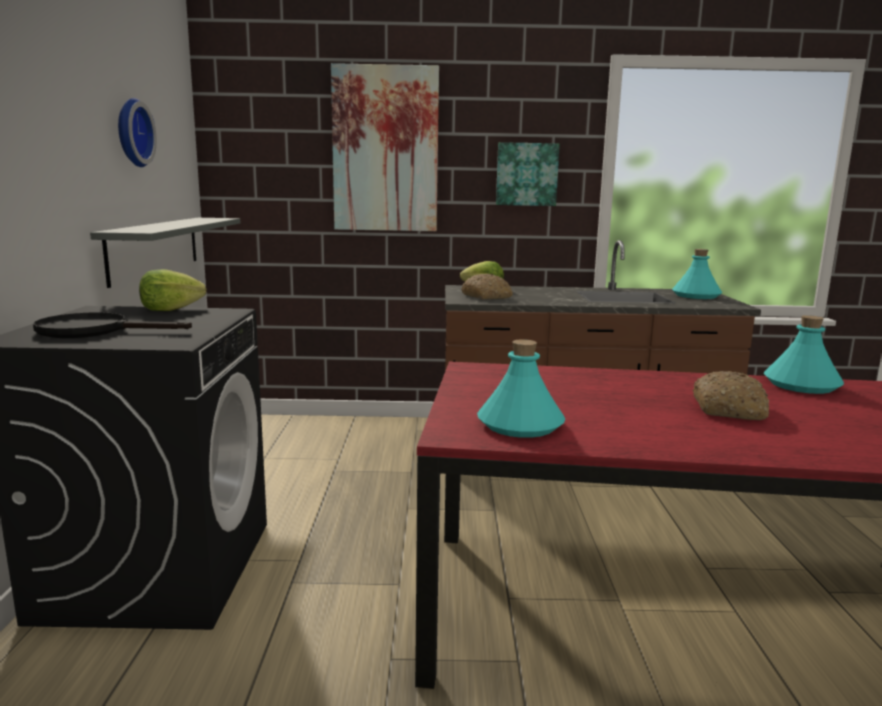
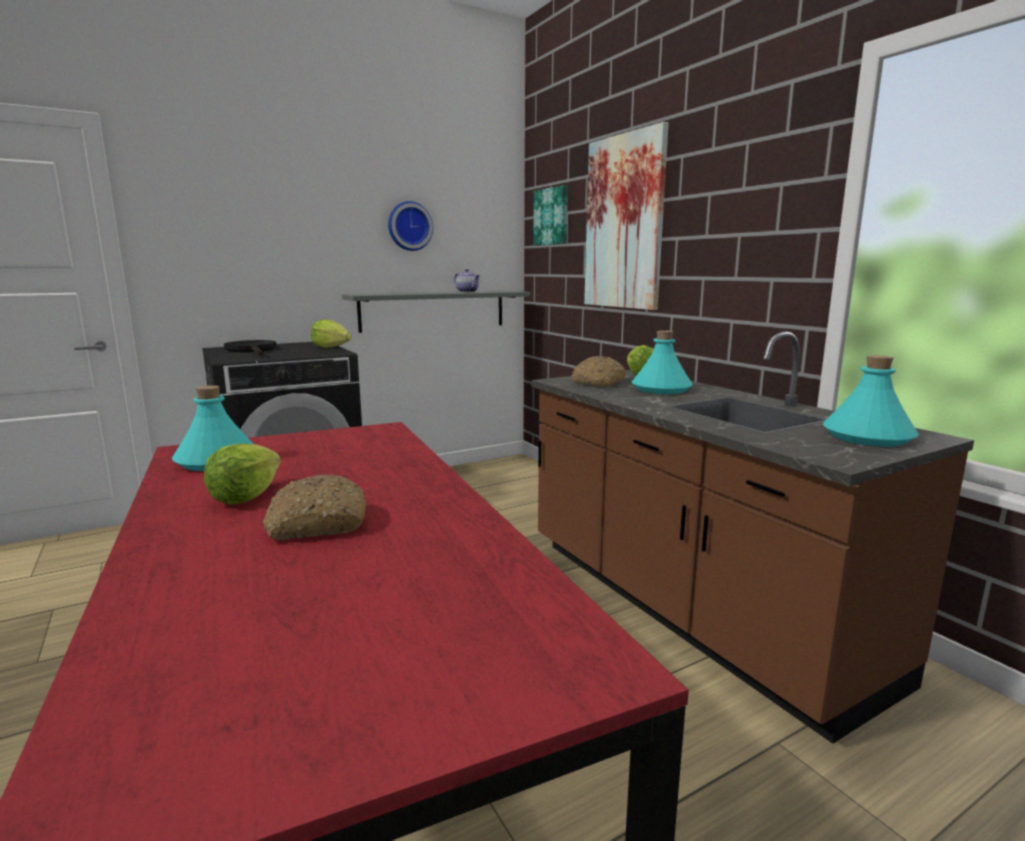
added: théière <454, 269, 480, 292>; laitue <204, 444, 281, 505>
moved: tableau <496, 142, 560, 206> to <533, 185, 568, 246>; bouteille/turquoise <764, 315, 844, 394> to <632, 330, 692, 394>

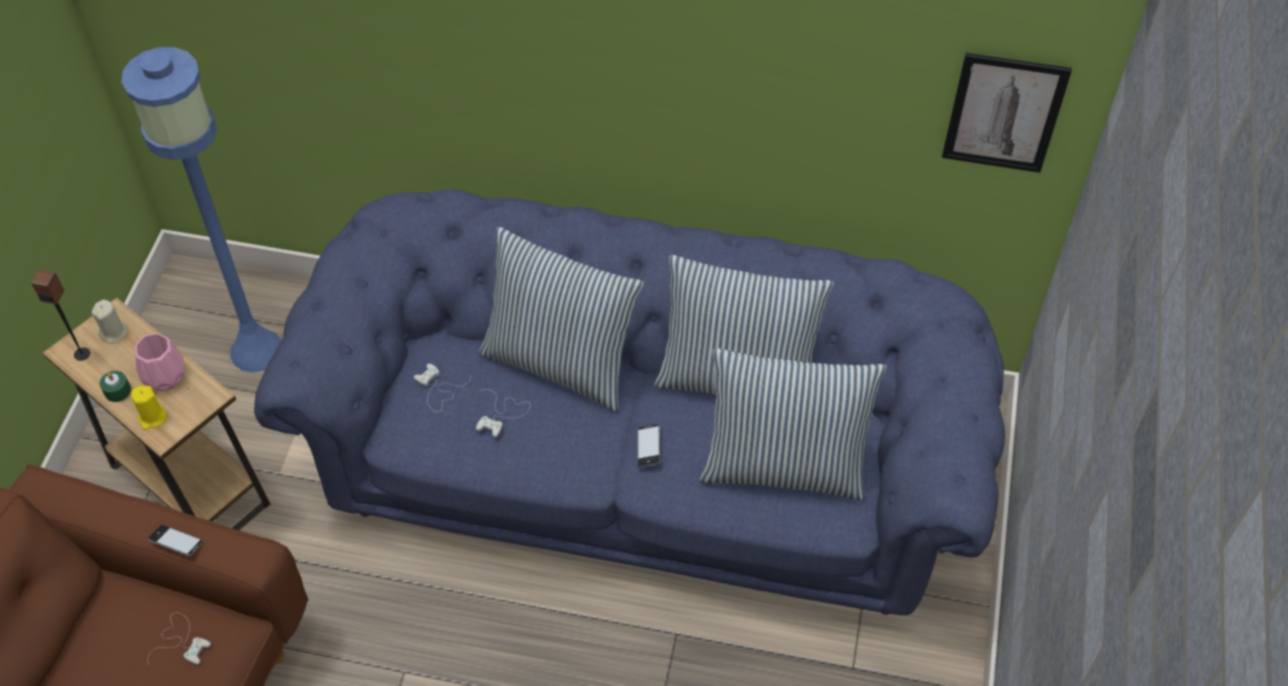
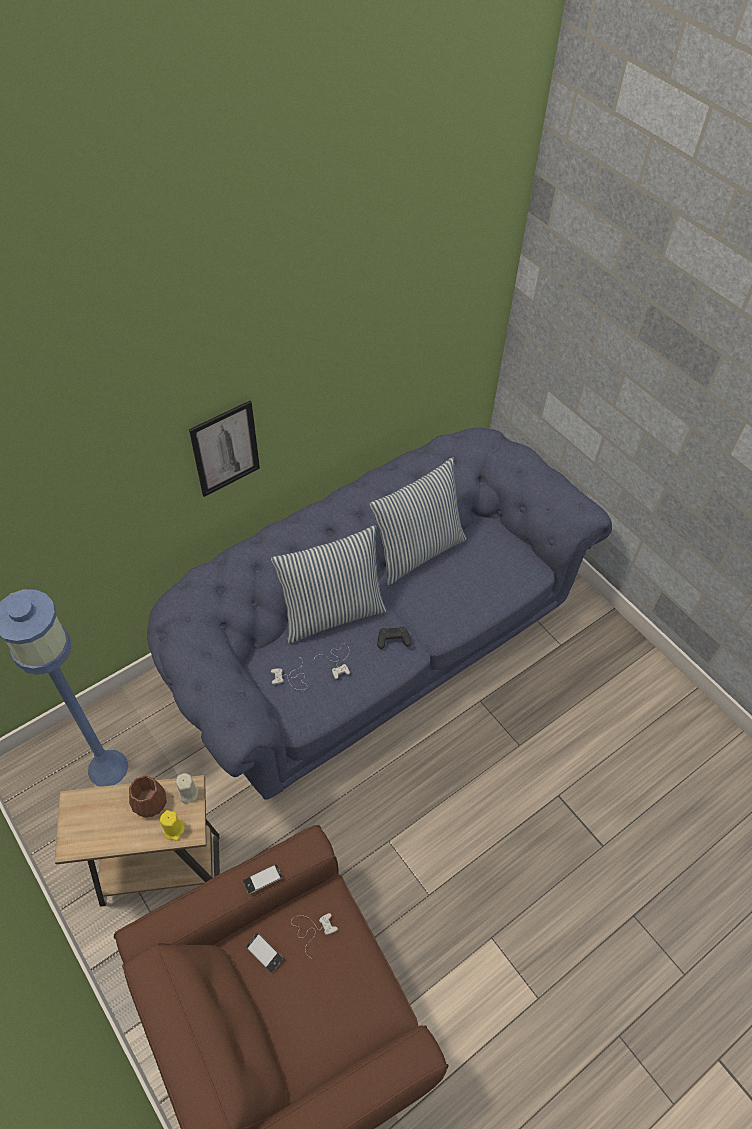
removed: enceinte <31, 269, 90, 361>; coussin <700, 348, 886, 500>; bougie/vert <100, 371, 131, 402>
added: manette/noir <377, 627, 411, 649>
moved: tableau <942, 53, 1072, 173> to <189, 401, 260, 497>; bougie/beige <92, 300, 127, 344> to <176, 773, 198, 803>; téléphone <638, 424, 660, 468> to <246, 933, 283, 973>
recoloured: vase/rose <135, 333, 185, 391> to vase/marron <129, 776, 167, 818>

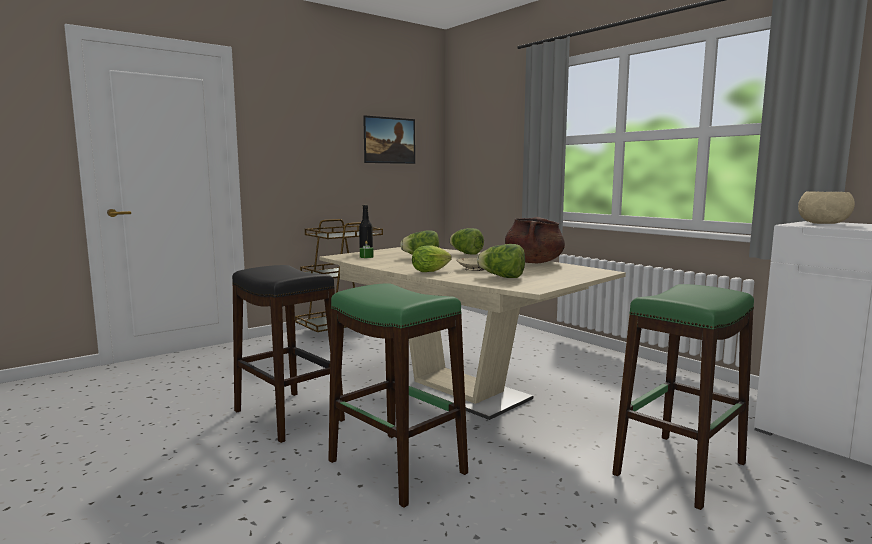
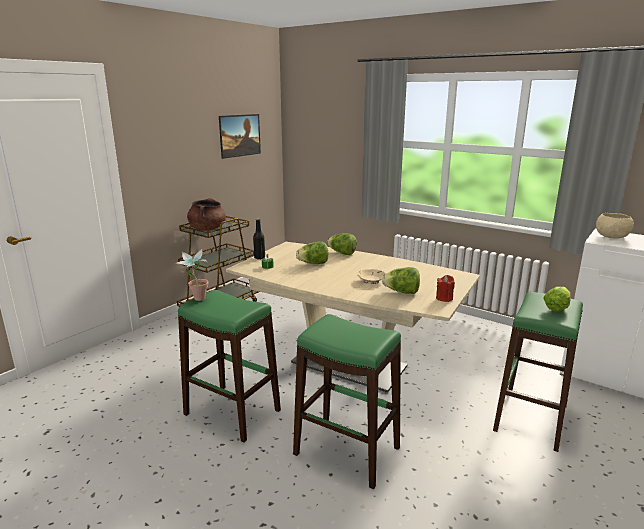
added: plante en pot <176, 249, 209, 301>; bougie/rouge <436, 275, 455, 302>
moved: marmite/marron <505, 217, 565, 263> to <187, 198, 226, 231>; laitue <412, 245, 452, 272> to <543, 287, 571, 312>
recoloured: tabouret/noir <232, 265, 345, 443> to tabouret/vert <178, 290, 281, 443>

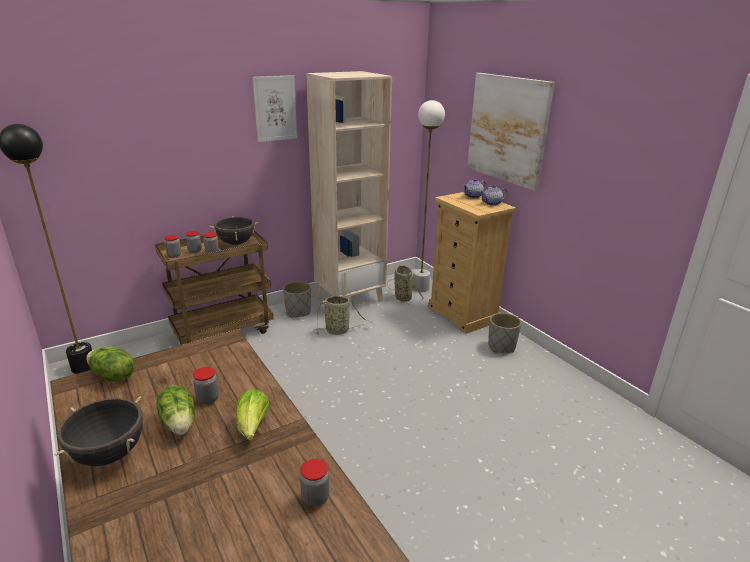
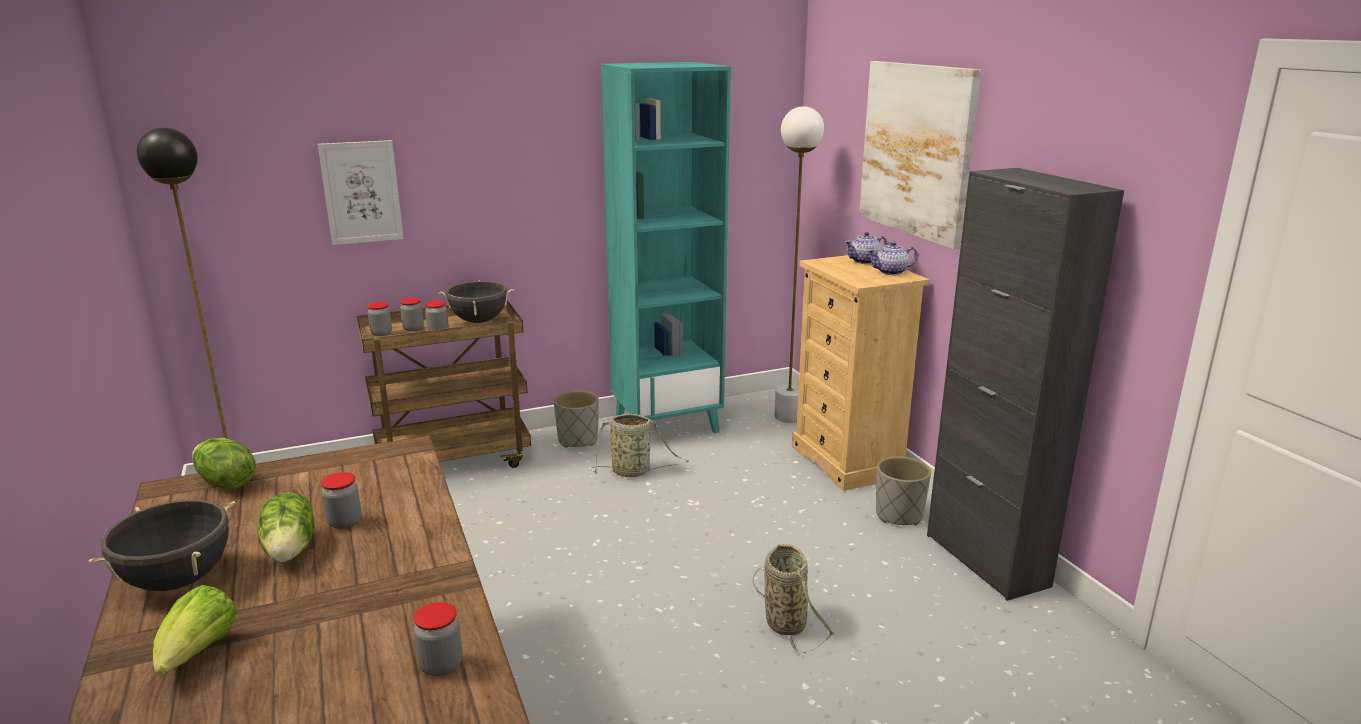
added: meuble de rangement/noir <927, 168, 1124, 601>
moved: tableau <252, 75, 297, 142> to <318, 140, 404, 245>; panier <387, 266, 424, 306> to <752, 544, 835, 653>; laitue <236, 389, 270, 440> to <153, 585, 238, 675>
recoloured: bibliothèque/beige <306, 71, 392, 302> to bibliothèque/turquoise <601, 62, 731, 433>

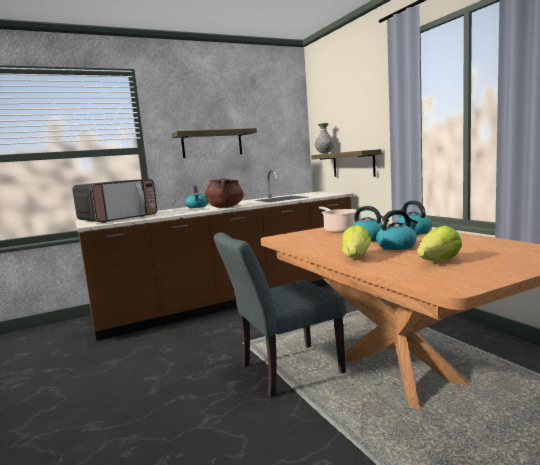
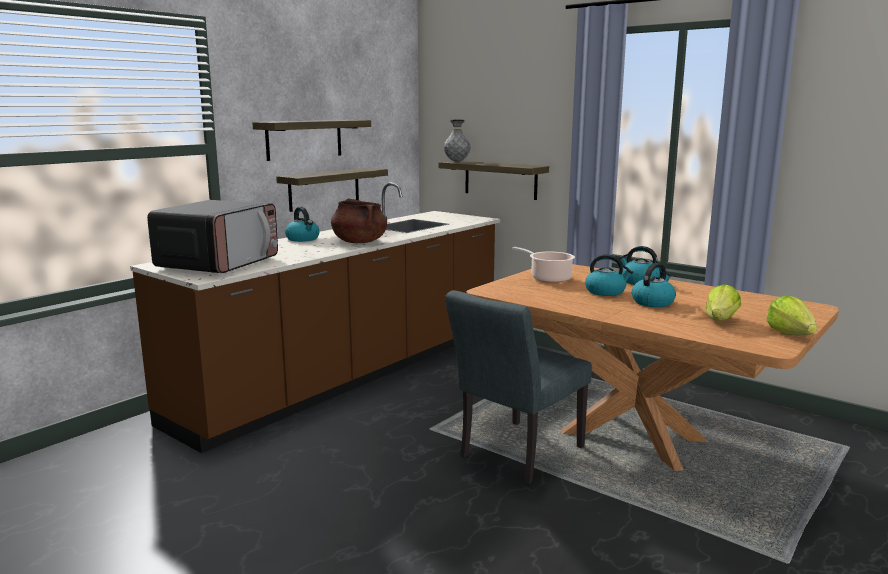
added: étagère <276, 168, 388, 212>
moved: laitue <342, 225, 371, 258> to <766, 296, 817, 336>

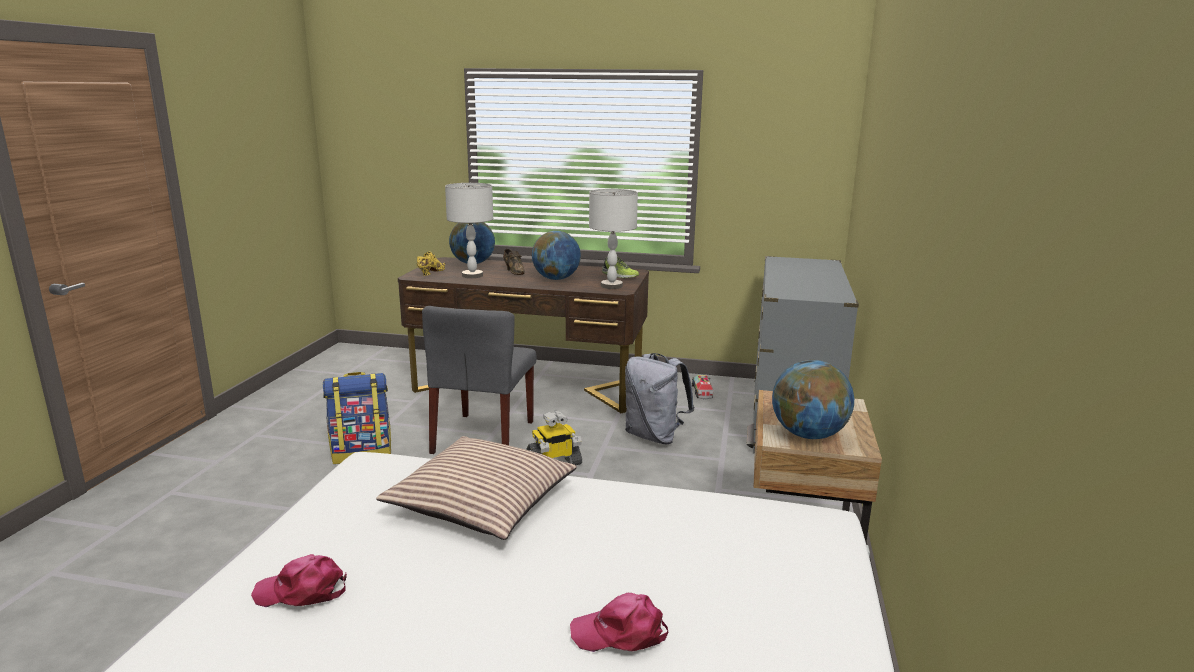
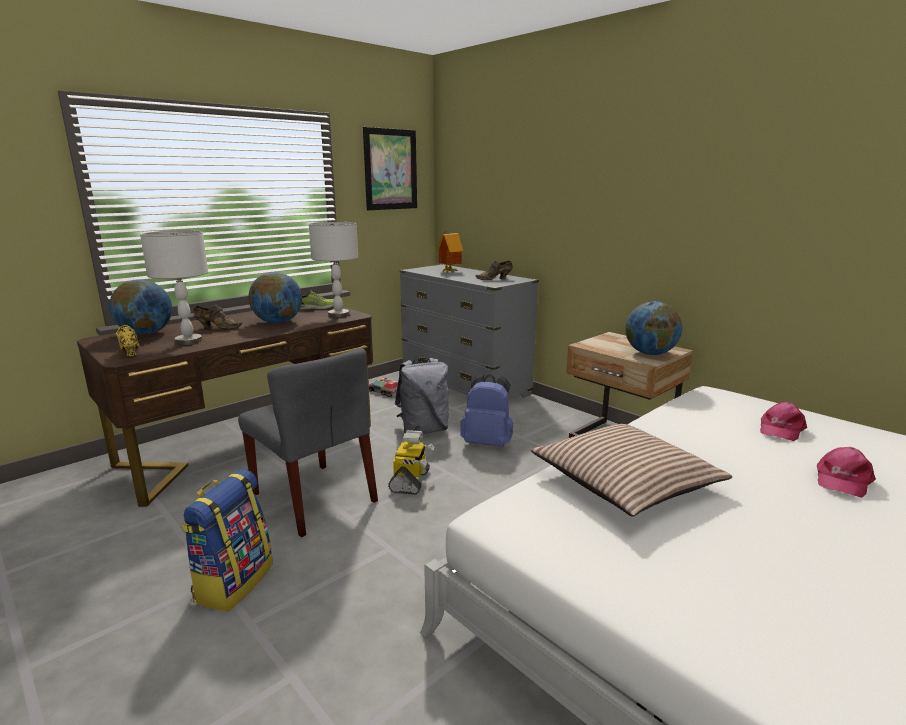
added: tableau <363, 127, 417, 210>; maison miniature <437, 232, 463, 272>; chaussure/marron <475, 260, 513, 280>; sac à dos/bleu <460, 374, 513, 447>
moved: casquette/rose <251, 554, 347, 607> to <760, 402, 807, 441>

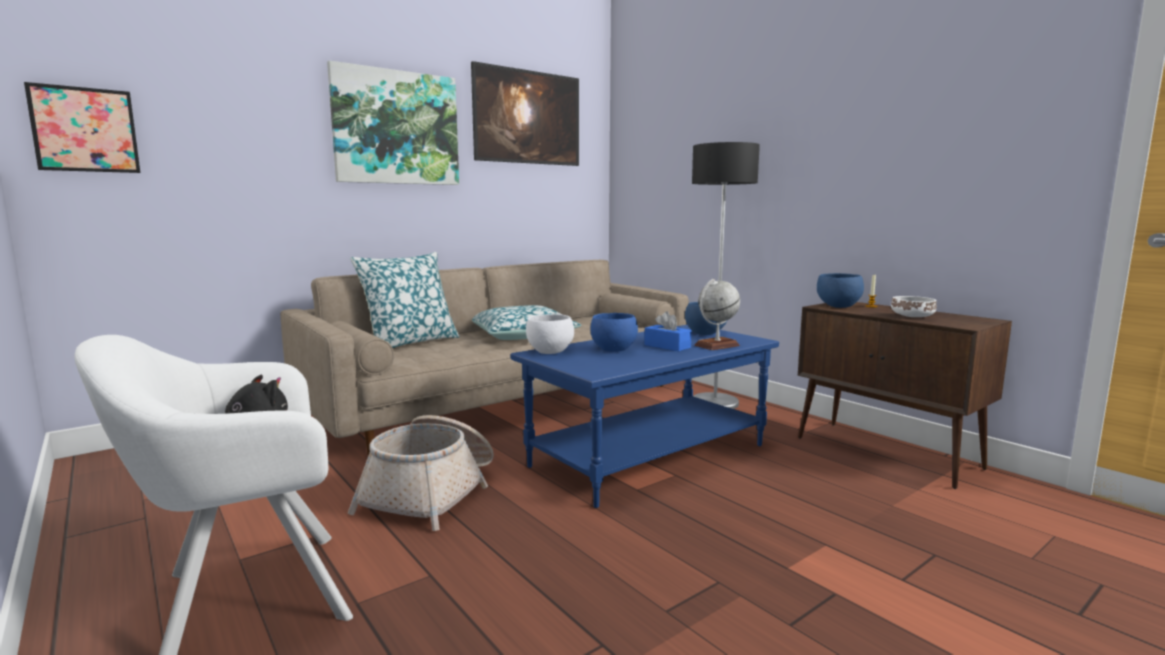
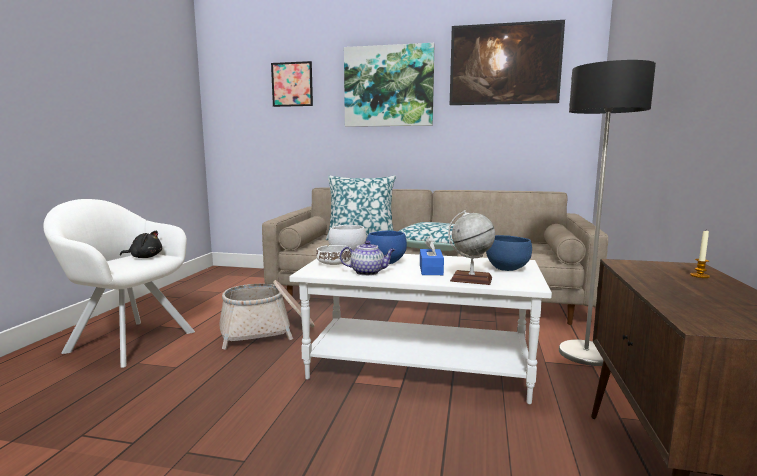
removed: bol/bleu <817, 273, 864, 308>
added: théière <340, 240, 395, 276>
moved: tableau <24, 82, 140, 173> to <271, 61, 313, 107>; bol/blanc <891, 296, 937, 317> to <316, 245, 351, 265>
recoloured: table basse/bleu <510, 324, 779, 508> to table basse/blanc <289, 254, 552, 404>

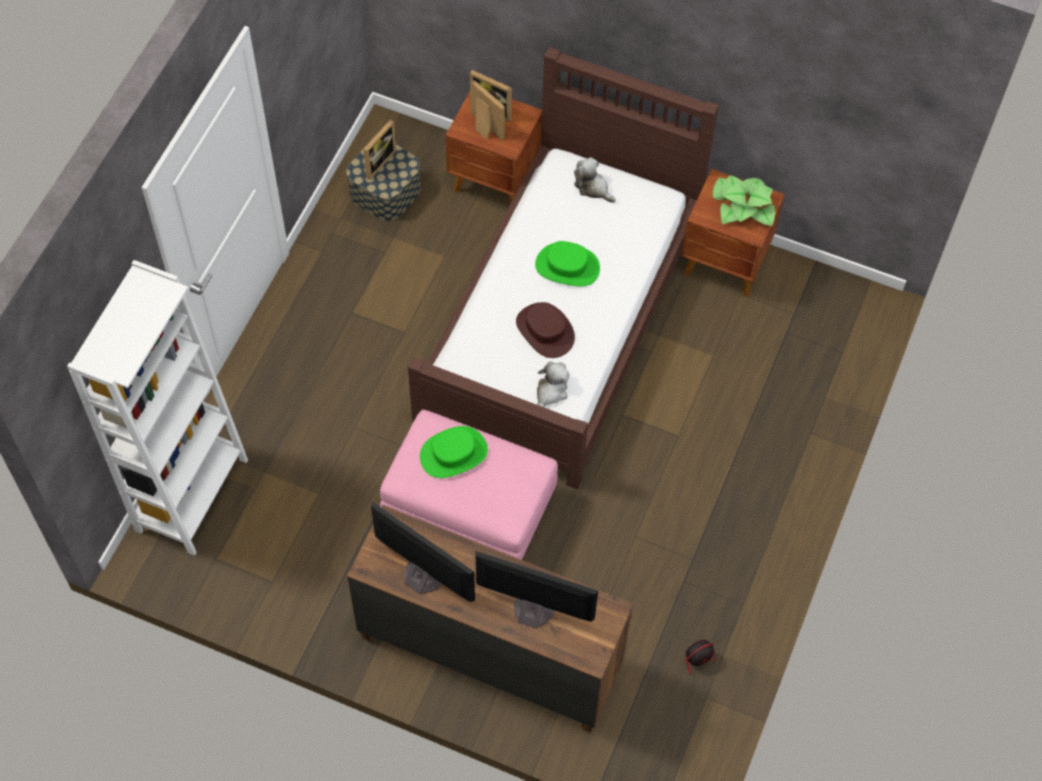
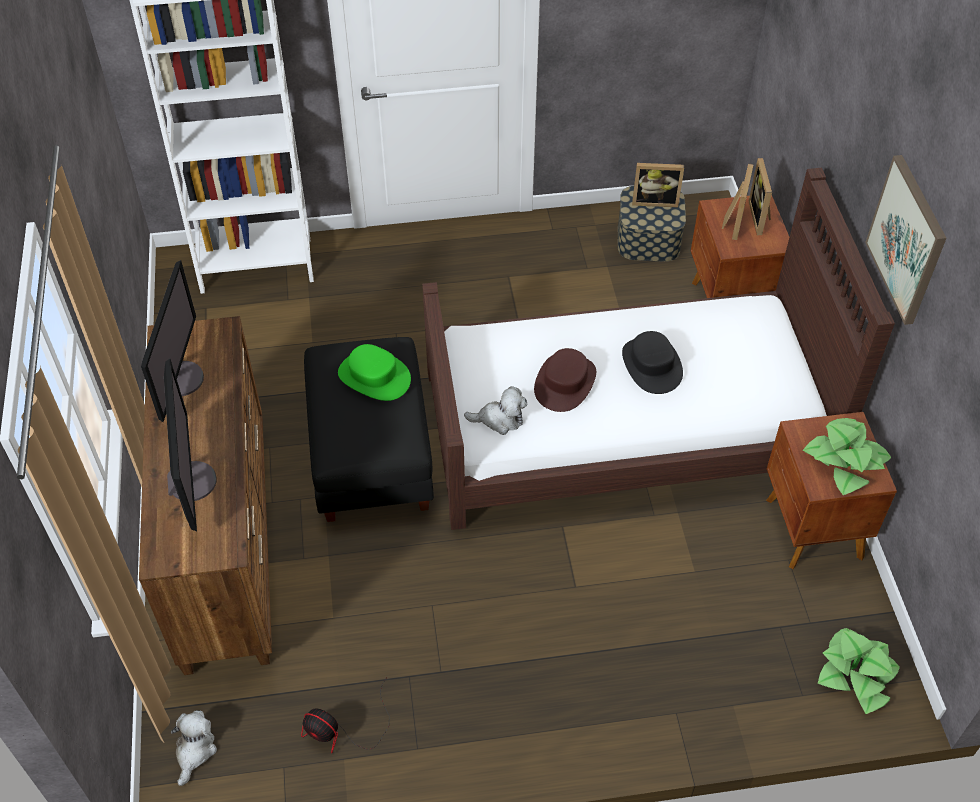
added: tableau <865, 155, 946, 325>; plante en pot <818, 628, 900, 714>
moved: peluche <574, 157, 616, 203> to <171, 710, 217, 786>
recoloured: chapeau/vert <535, 241, 600, 287> to chapeau/noir <622, 331, 683, 394>; pouf/rose <380, 410, 558, 560> to pouf/noir <304, 337, 434, 522>

